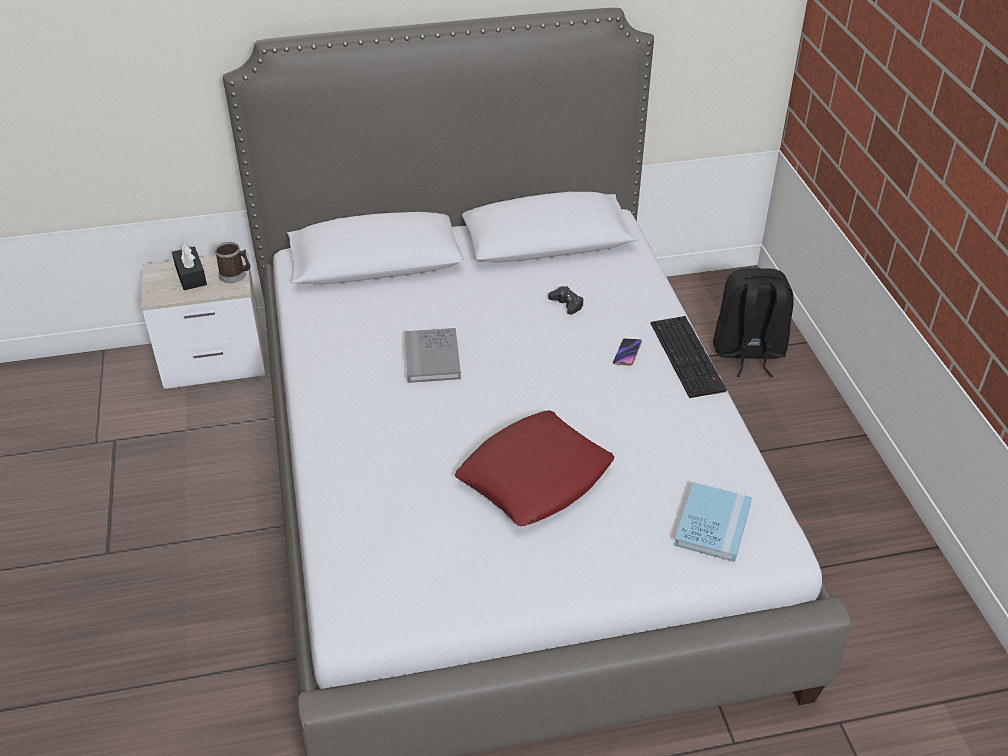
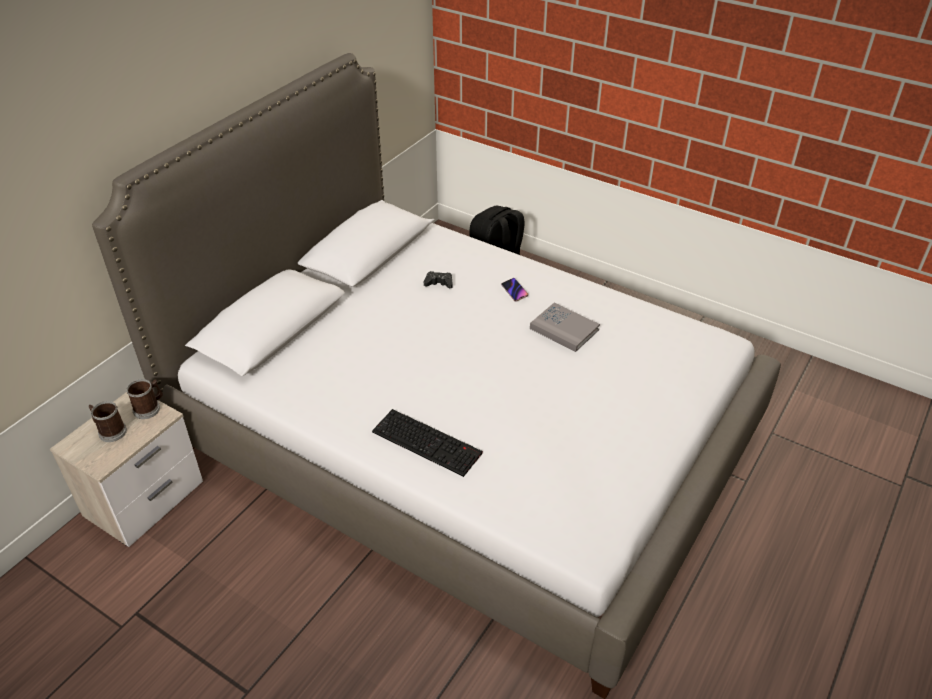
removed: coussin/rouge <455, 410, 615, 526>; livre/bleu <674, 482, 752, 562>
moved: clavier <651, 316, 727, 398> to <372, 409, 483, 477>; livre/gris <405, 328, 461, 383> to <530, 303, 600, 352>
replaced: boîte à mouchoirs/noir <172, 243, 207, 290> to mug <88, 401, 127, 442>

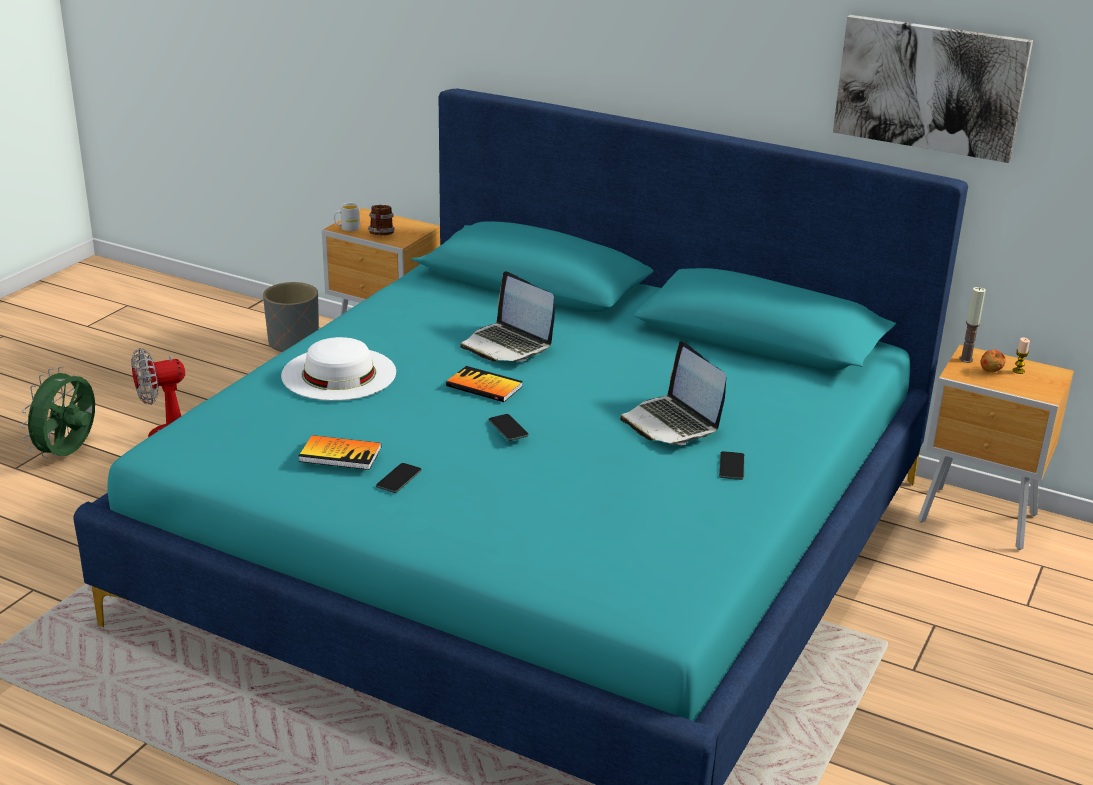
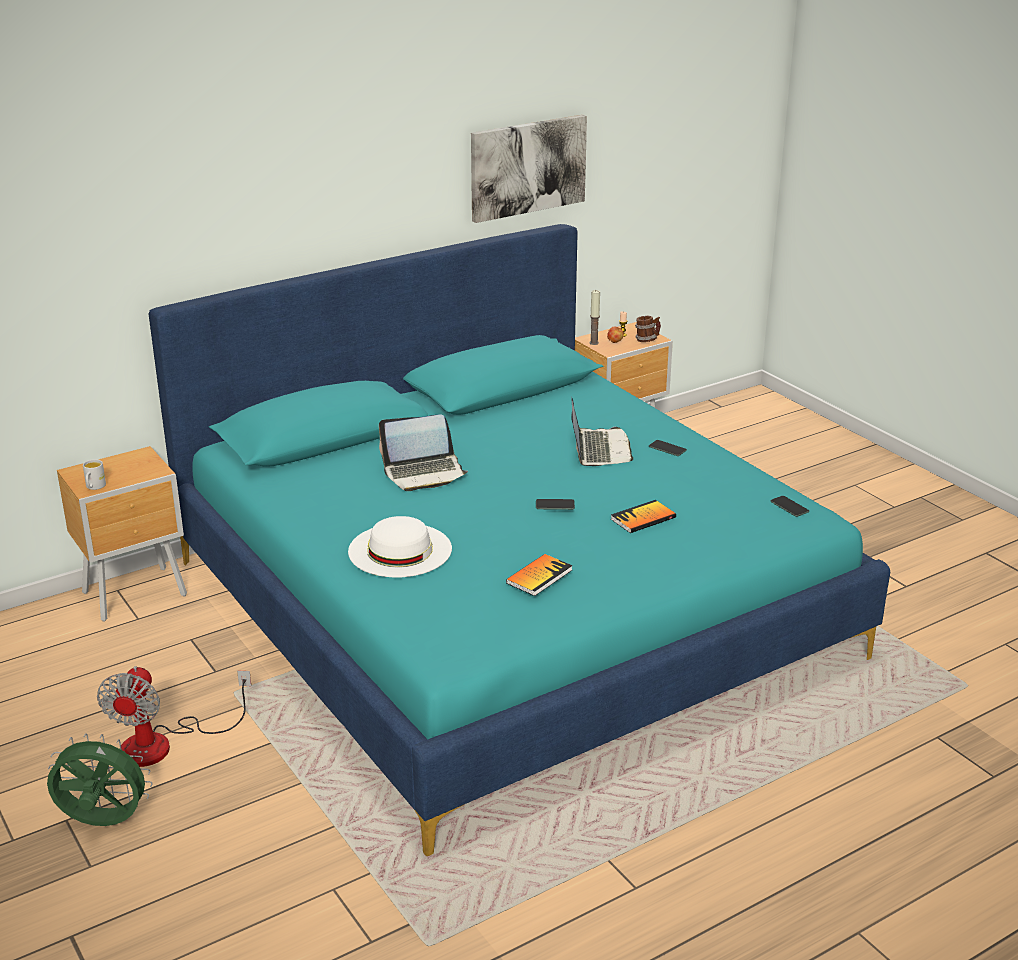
removed: cache-pot/gris <263, 282, 319, 352>
moved: mug <368, 205, 395, 235> to <635, 316, 661, 342>; livre <446, 366, 523, 402> to <611, 500, 676, 533>; téléphone <376, 463, 422, 493> to <770, 496, 809, 517>
turned: ordinateur portable <620, 341, 726, 445> = <571, 397, 633, 466> 90 degrees counterclockwise; ventilateur/vert <21, 367, 95, 459> = <47, 733, 152, 826> 135 degrees clockwise

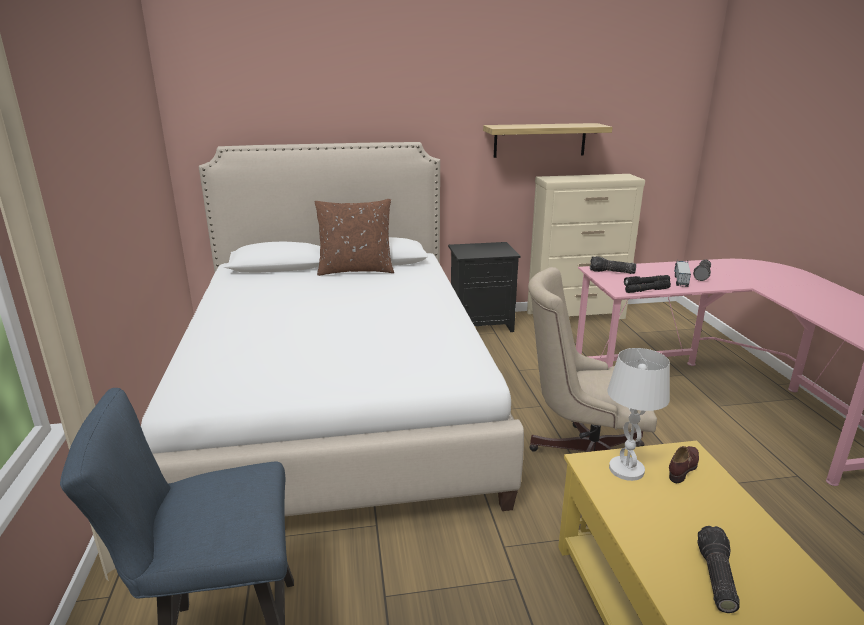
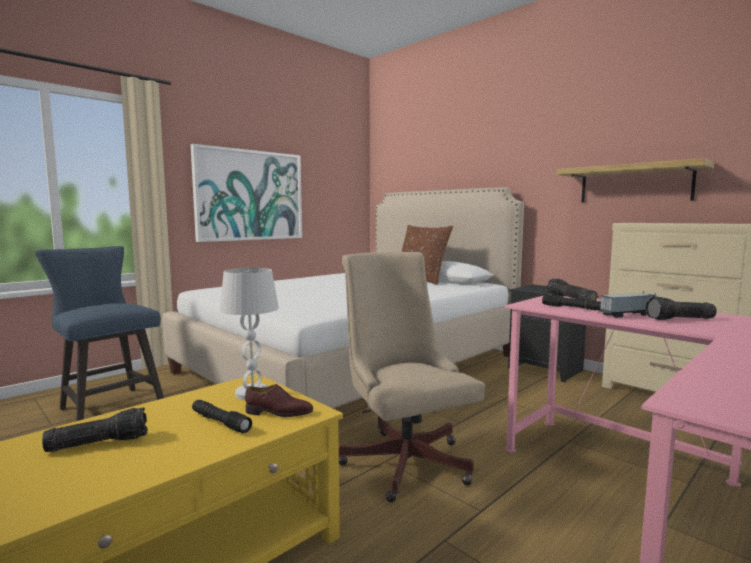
added: tableau <191, 144, 302, 242>
moved: lampe de poche/noir <625, 280, 671, 293> to <192, 400, 252, 433>

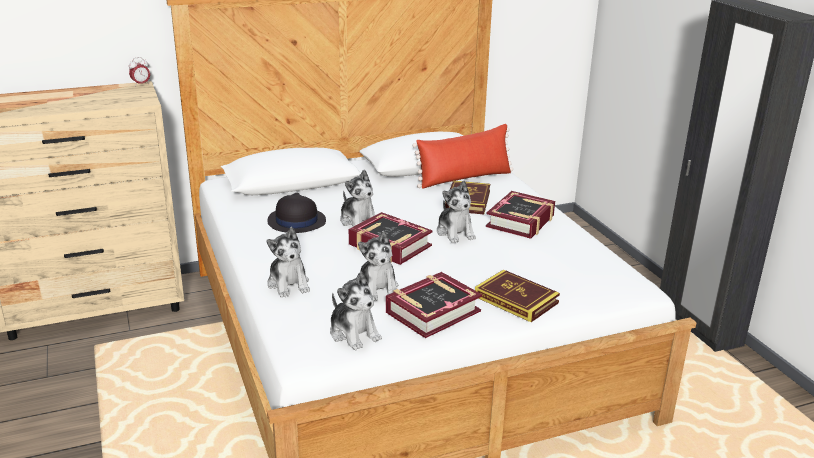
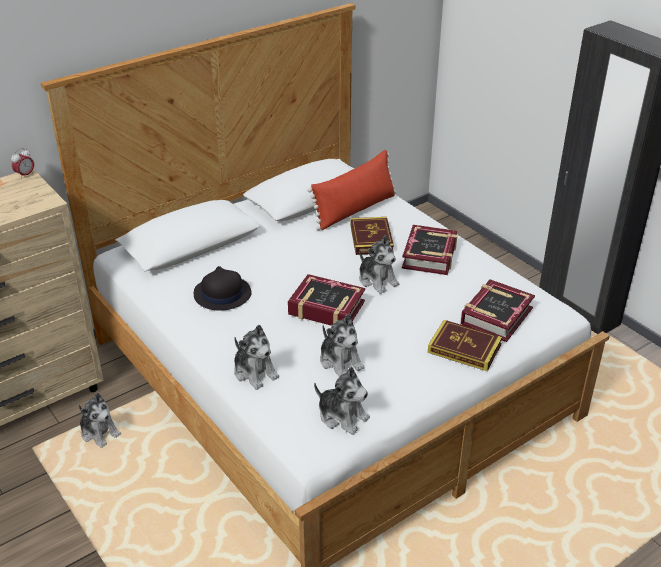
moved: peluche <340, 170, 375, 227> to <78, 393, 121, 448>; livre <386, 272, 482, 338> to <461, 279, 535, 342>

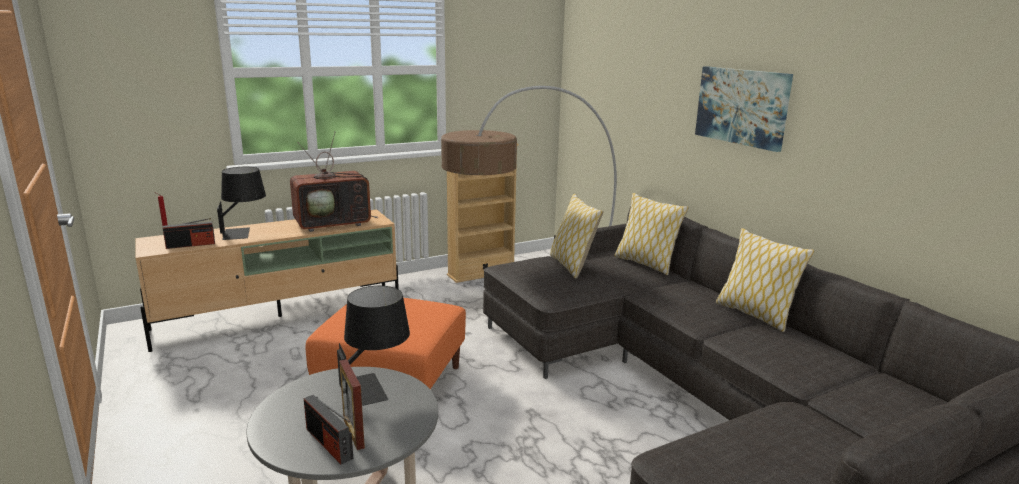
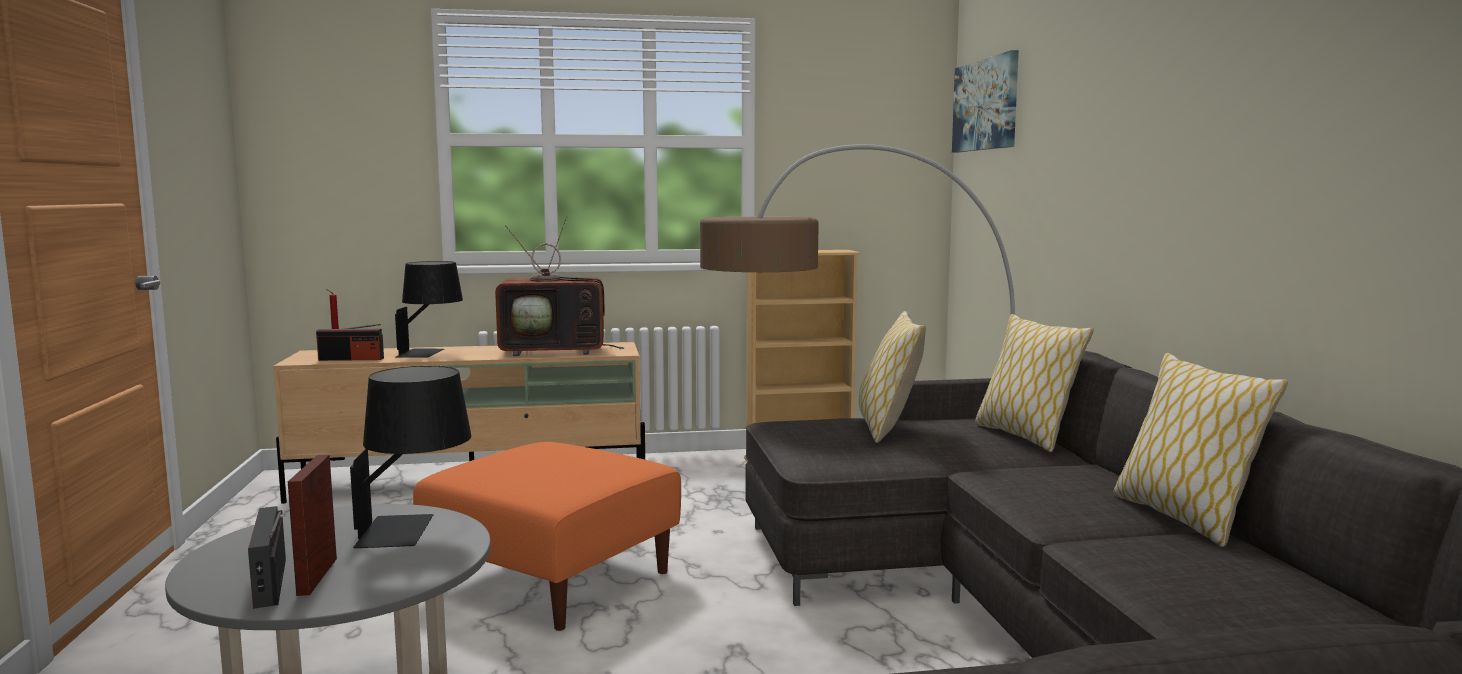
moved: tableau <695, 66, 793, 152> to <952, 50, 1019, 152>

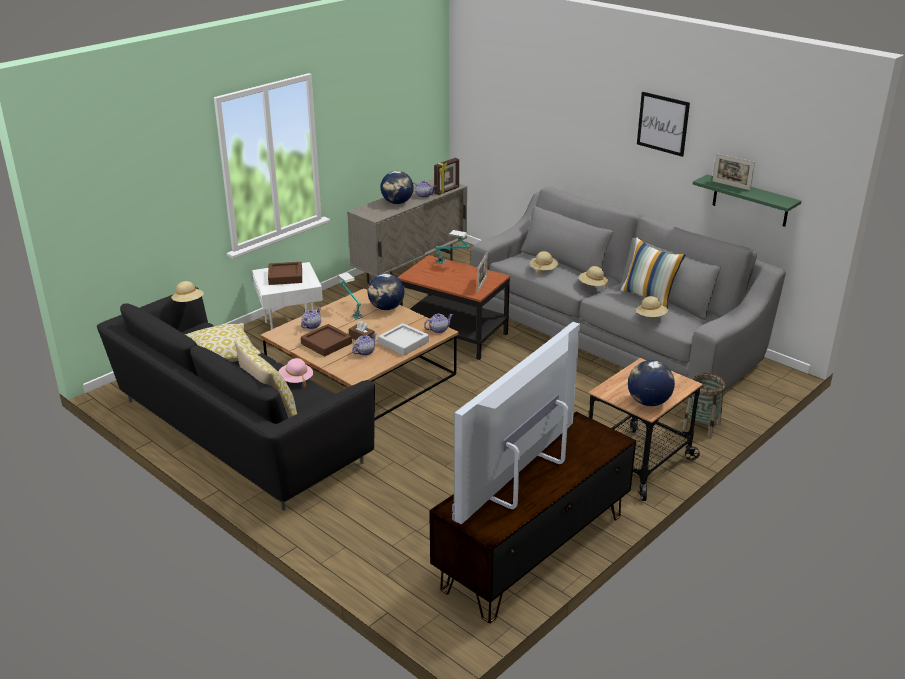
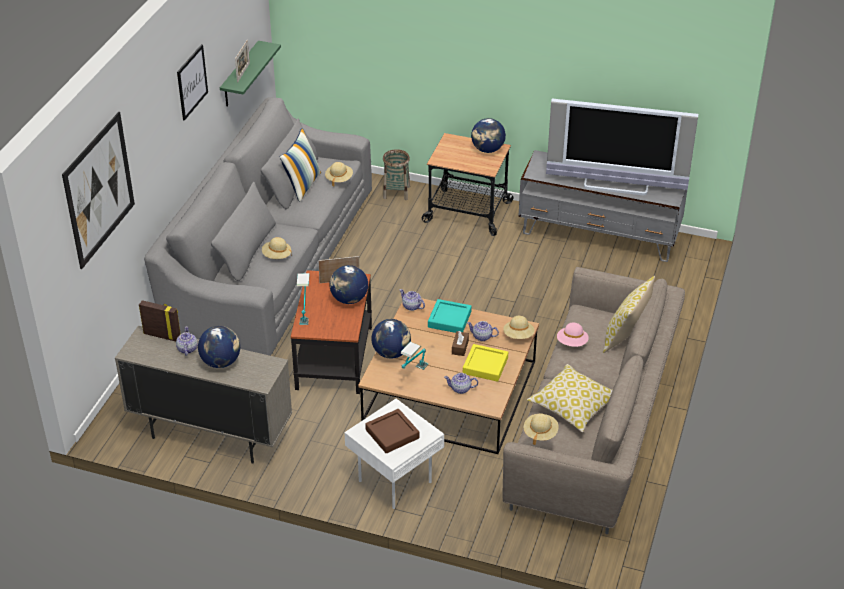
added: tableau <62, 112, 135, 269>; globe <330, 265, 368, 304>
moved: chapeau/beige <579, 266, 608, 289> to <503, 316, 534, 339>
recoloured: canapé/noir <97, 287, 375, 511> to canapé/beige <502, 267, 685, 534>; plateau/gris <378, 323, 429, 356> to plateau/turquoise <428, 299, 472, 333>; plateau/marron <301, 324, 352, 357> to plateau/jaune <463, 344, 508, 382>; meuble télé/marron <429, 412, 636, 623> to meuble télé/gris <518, 150, 687, 262>

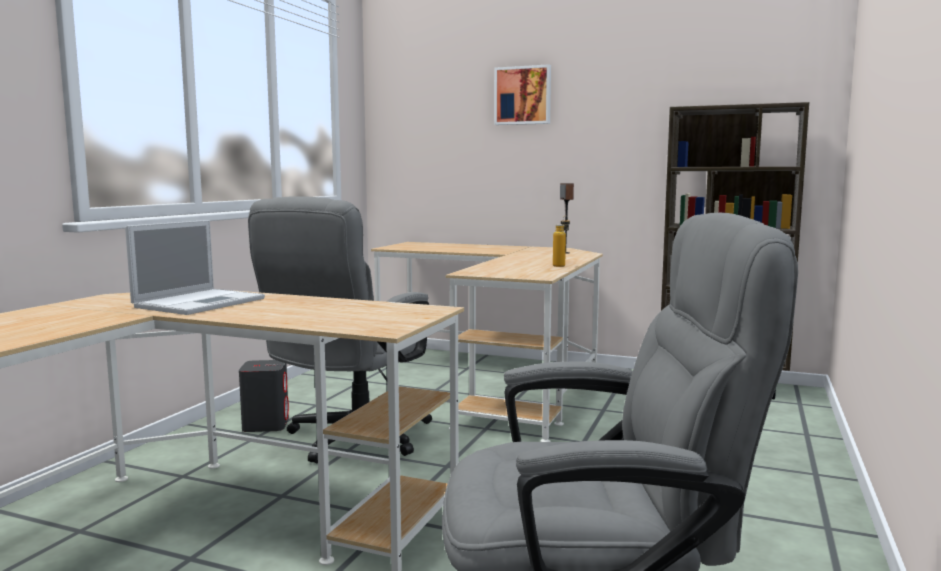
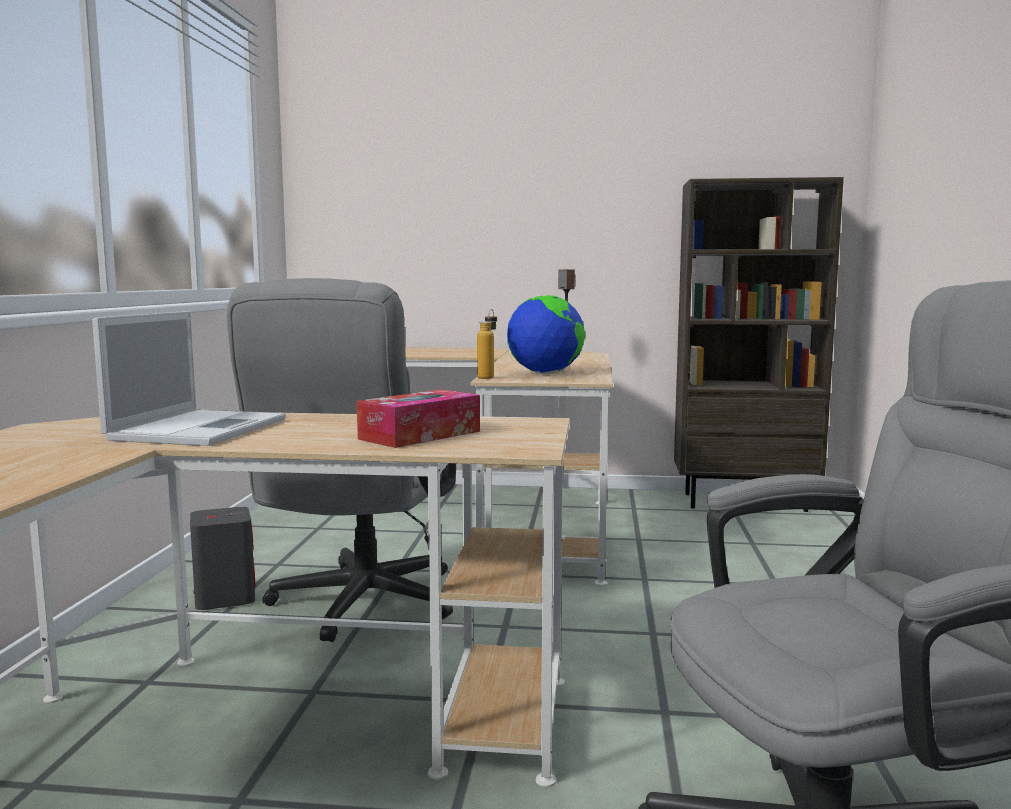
removed: tableau <494, 64, 551, 125>
added: globe <507, 295, 585, 374>; boîte à mouchoirs <357, 389, 480, 448>
moved: bouteille <553, 215, 570, 267> to <477, 309, 497, 379>

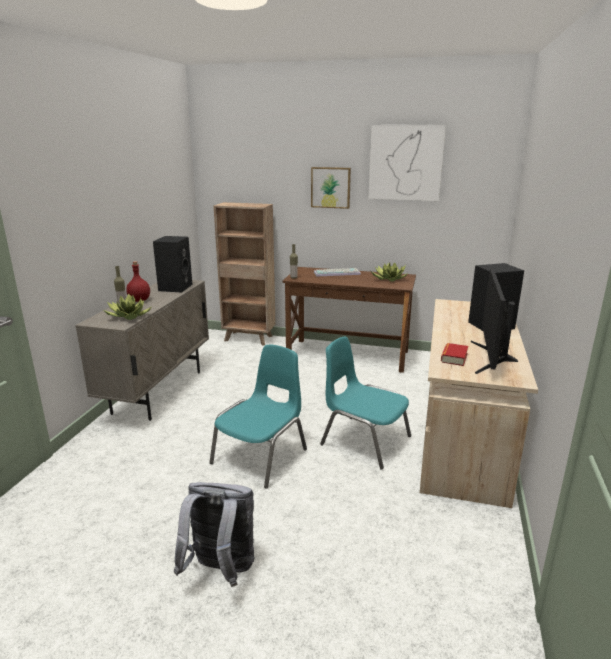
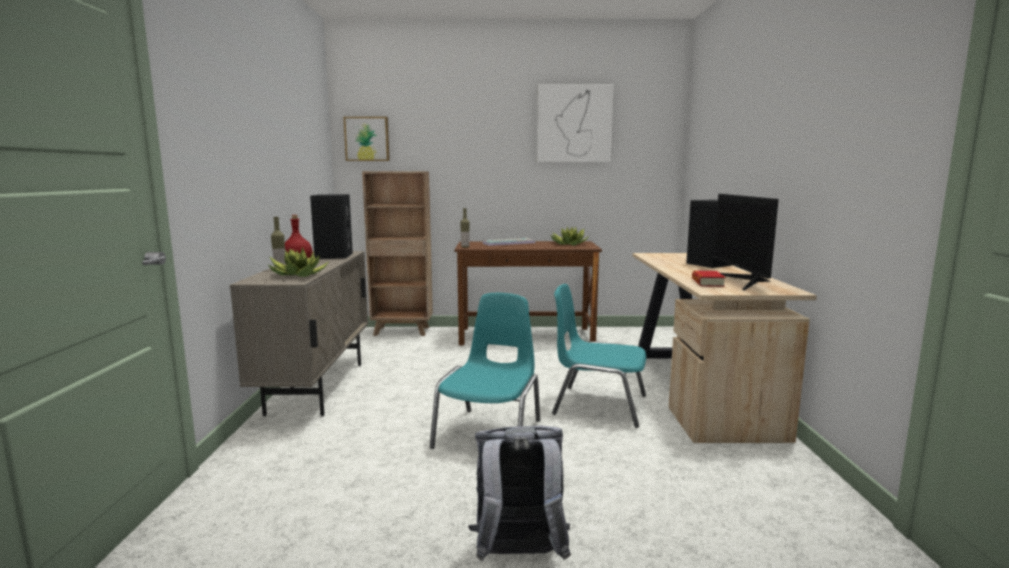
moved: tableau <311, 167, 351, 209> to <344, 117, 390, 161>

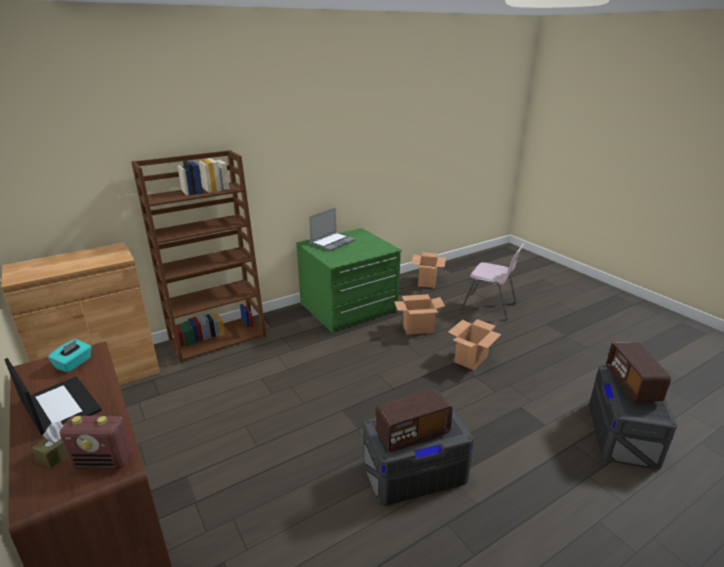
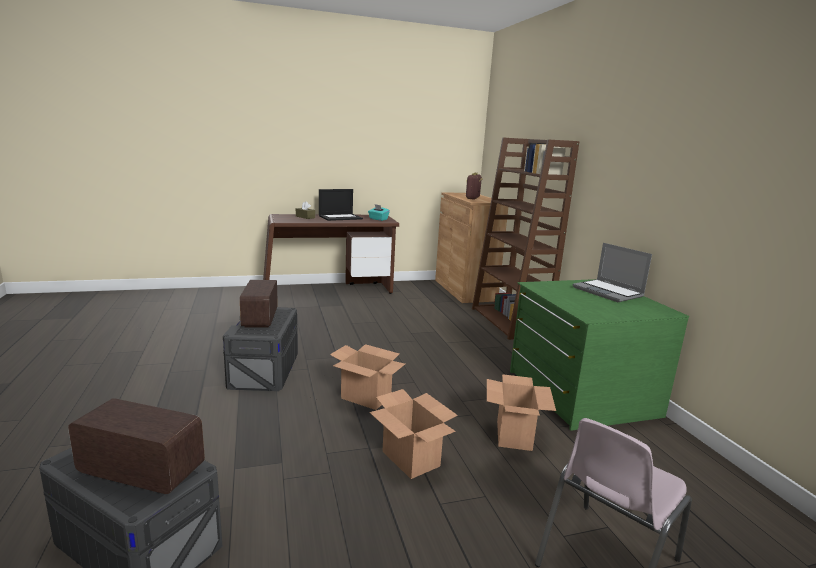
moved: carton <411, 252, 446, 288> to <330, 344, 405, 410>; radio <60, 416, 132, 469> to <466, 173, 483, 200>

